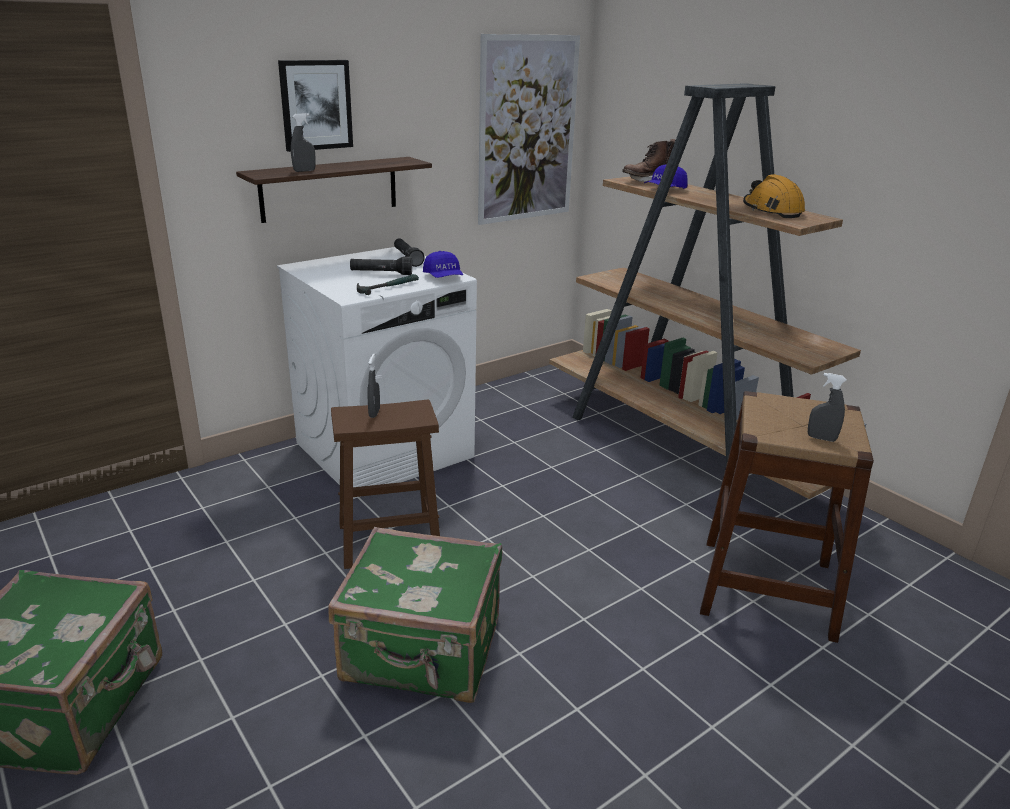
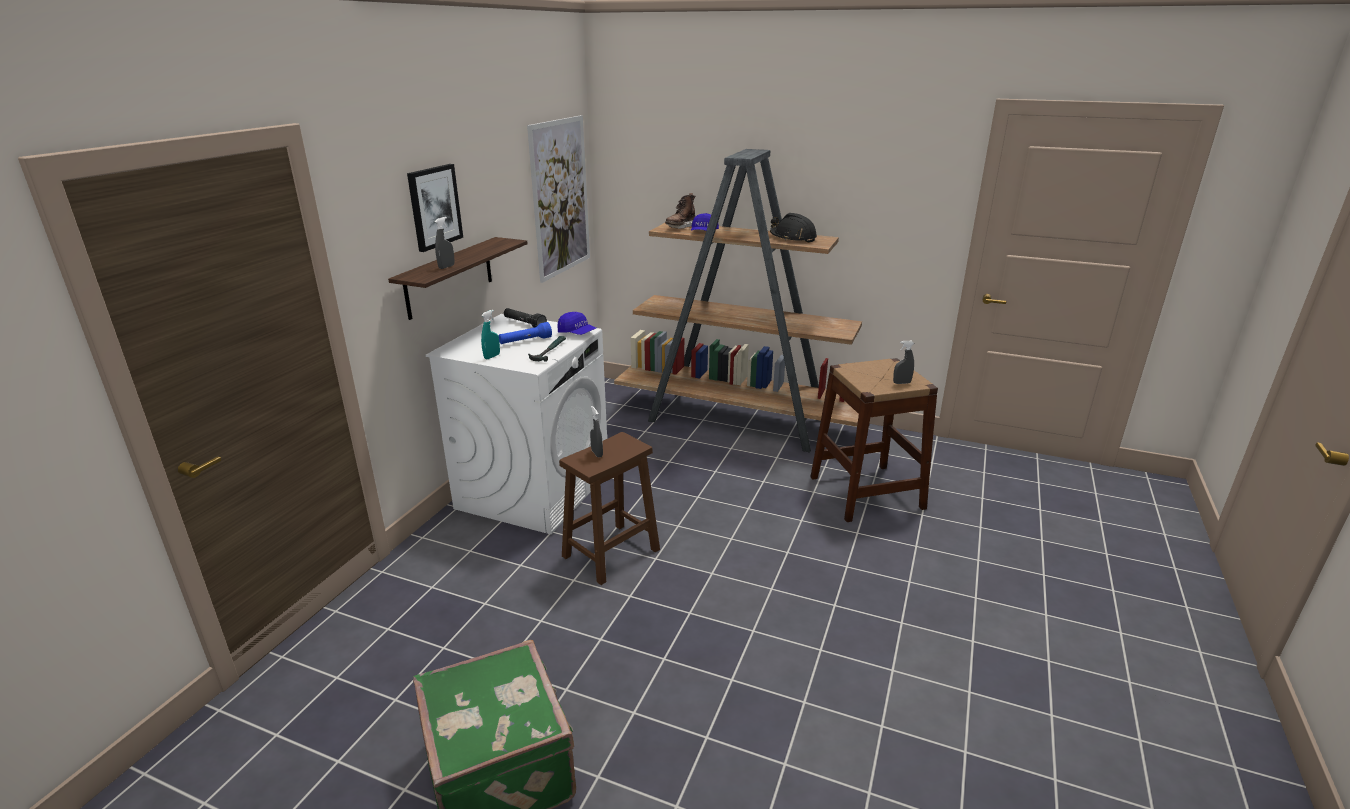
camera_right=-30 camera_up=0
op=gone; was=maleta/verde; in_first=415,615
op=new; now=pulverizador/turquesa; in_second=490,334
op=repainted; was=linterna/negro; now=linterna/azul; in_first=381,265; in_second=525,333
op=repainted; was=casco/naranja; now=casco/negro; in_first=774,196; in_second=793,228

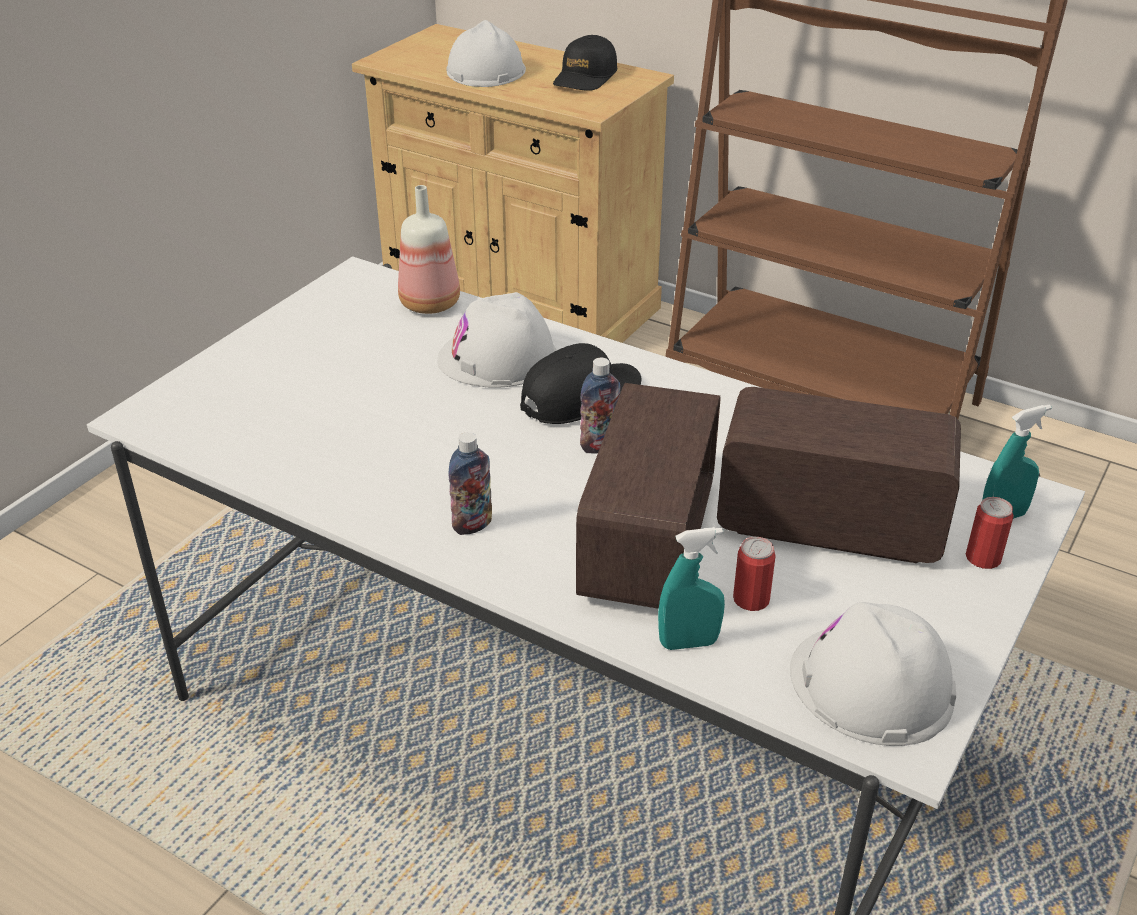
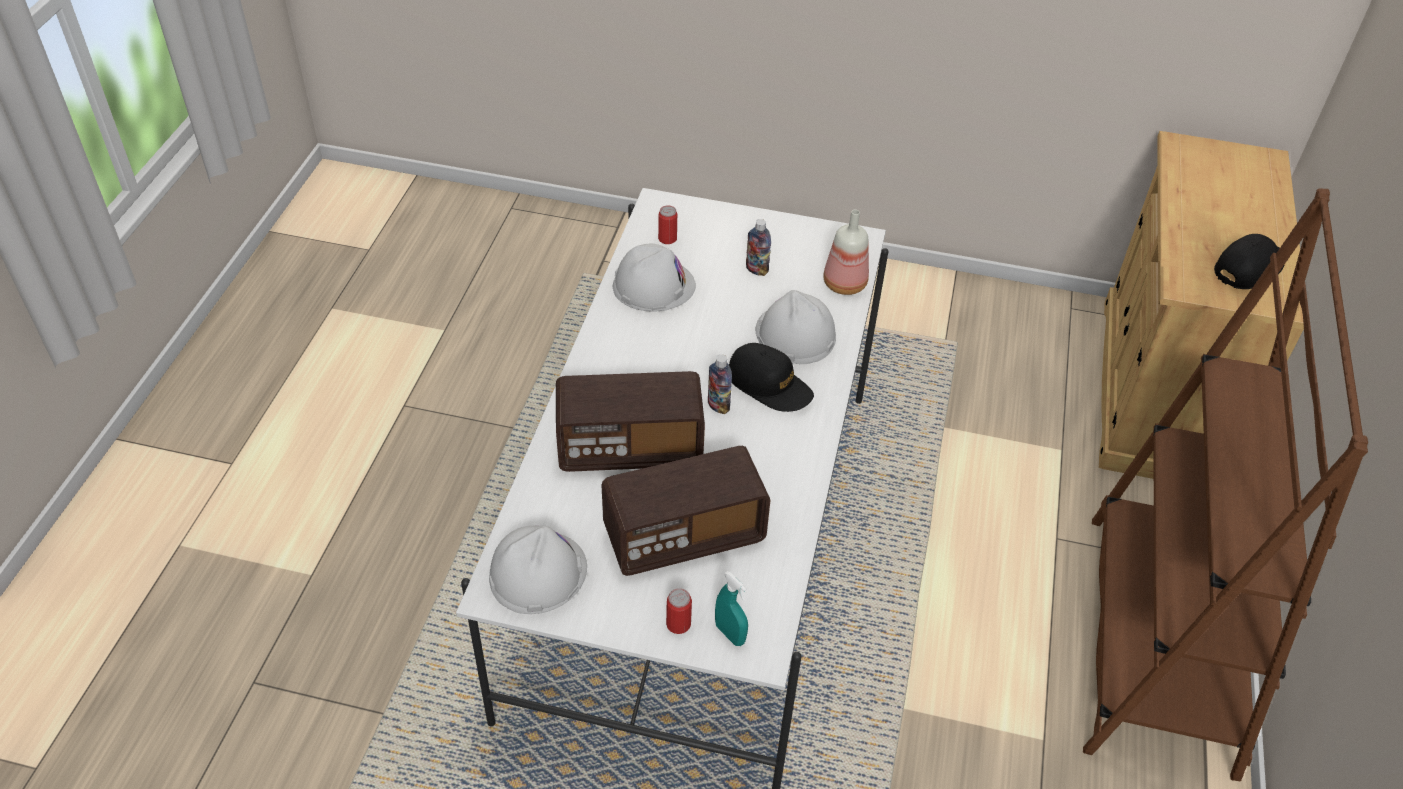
camera_right=70 camera_up=10
op=gone; was=pulverizador/turquesa; in_first=691,588
op=shifted; was=casco/blanco; in_first=486,53; in_second=654,277
op=shifted; was=botella; in_first=470,483; in_second=758,247
op=shifted; was=lata; in_first=754,574; in_second=667,224
op=rotated; was=gorra/negro; in_first=585,63; in_second=1249,261; clockwise=135
op=rotated; was=radio; in_first=839,475; in_second=686,511; clockwise=75

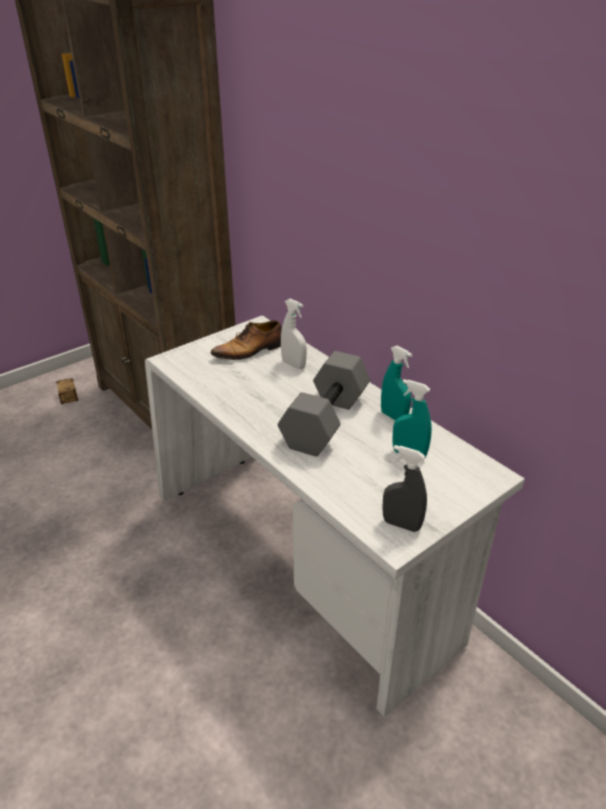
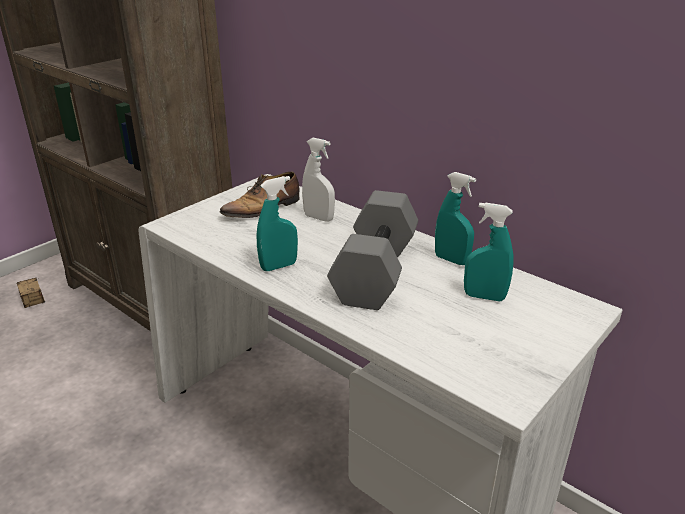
camera_right=-10 camera_up=-5
op=gone; was=pulverizador/gris; in_first=404,488
op=new; now=pulverizador/turquesa; in_second=277,223

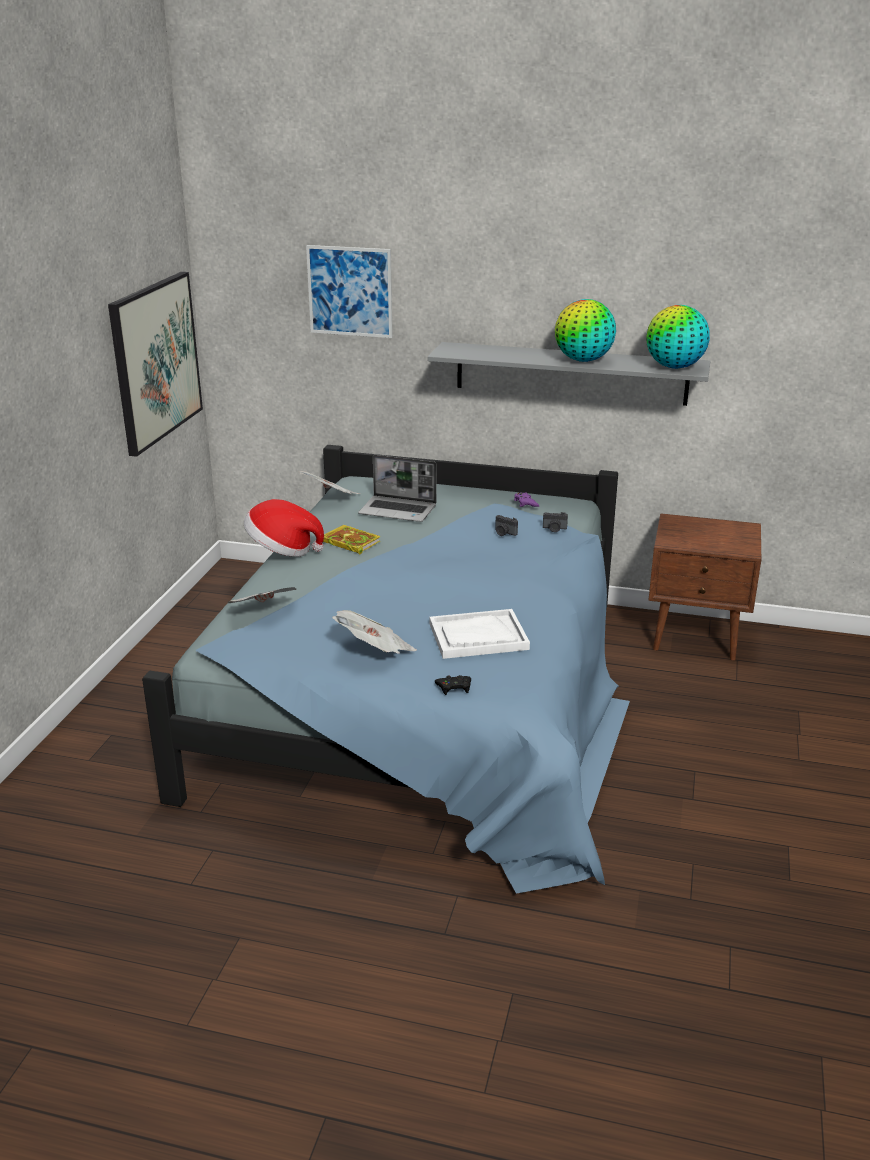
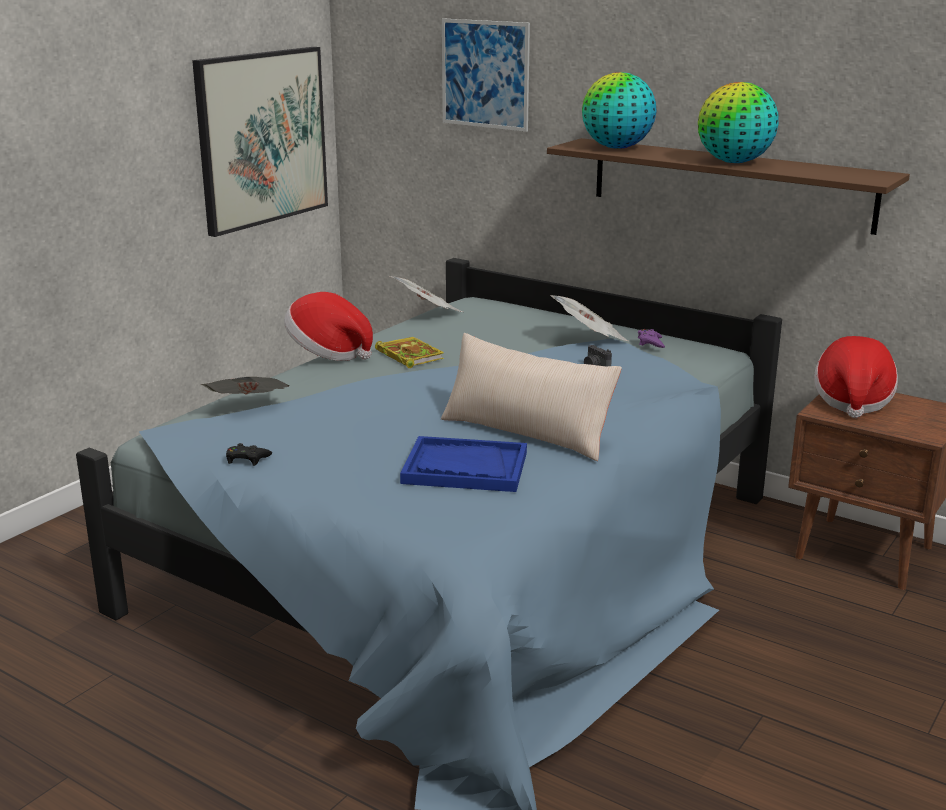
camera_right=20 camera_up=-5
op=gone; was=portátil; in_first=397,488
op=gone; was=cámara; in_first=555,522
op=new; now=cojín/beis; in_second=531,397
op=new; now=sombrero; in_second=856,377
op=shifted; was=periódico; in_first=374,632; in_second=589,318
op=shifted; was=mando de consola/negro; in_first=453,685; in_second=249,454
op=shifted; was=globo terráqueo; in_first=678,337; in_second=619,110
op=repainted; was=estante/gris; now=estante/marrón; in_first=569,374; in_second=728,186
op=repainted; was=bandeja/blanco; now=bandeja/azul; in_first=479,634; in_second=463,464

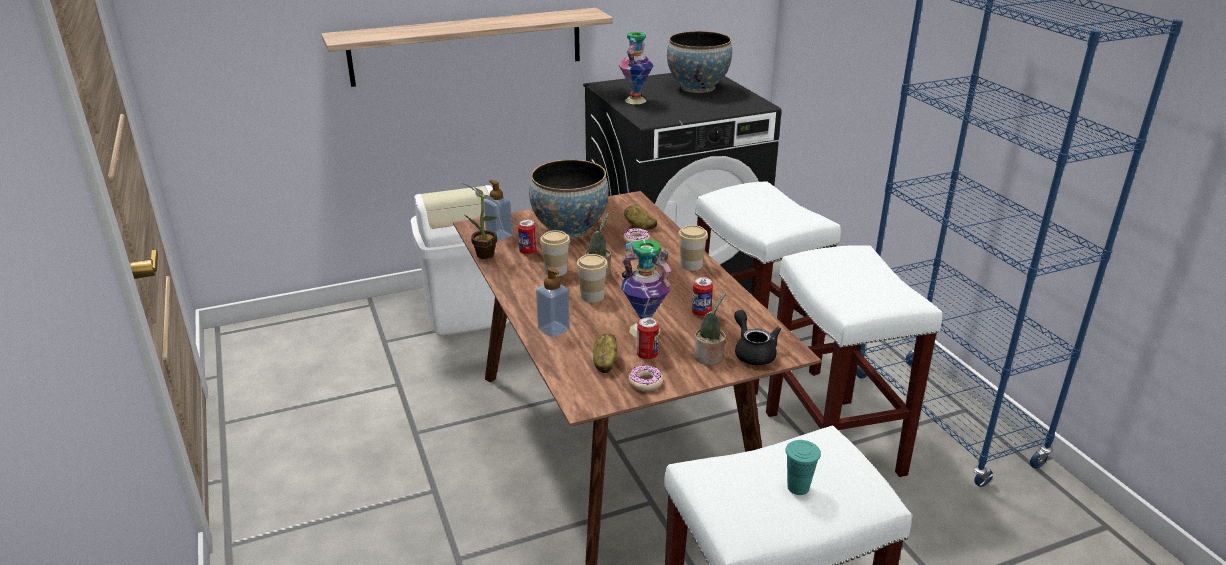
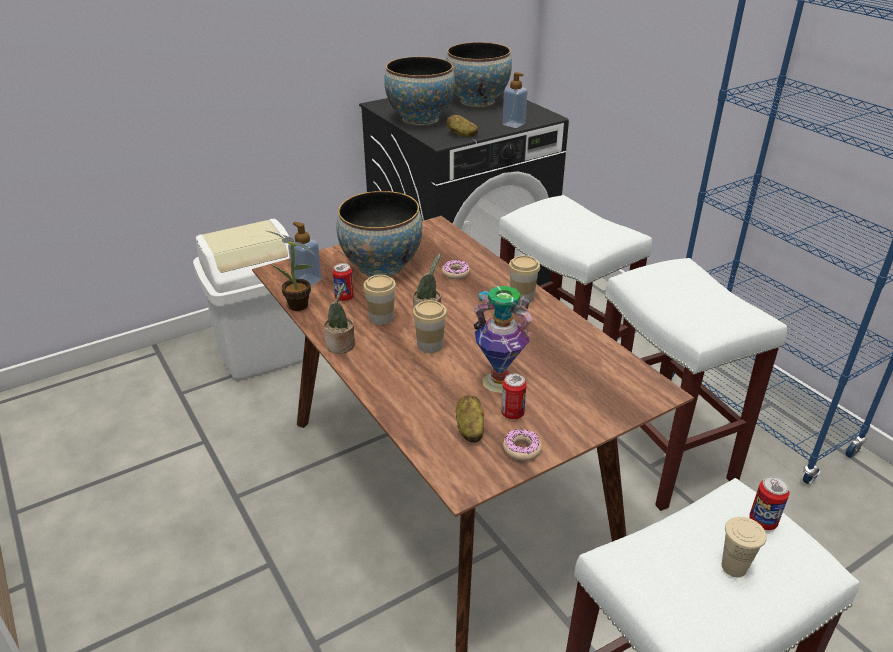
camera_right=-10 camera_up=5
op=gone; was=estante; in_first=467,47
op=gone; was=tetera/negro; in_first=757,337
op=shifted; was=dispensador de jabón; in_first=553,302; in_second=515,100
op=shifted; was=patata; in_first=640,217; in_second=462,126
op=shifted; was=lata; in_first=702,297; in_second=769,503
op=shifted; was=planta en maceta; in_first=710,329; in_second=339,318
op=swapped; was=florero; now=cuenco; in_first=636,68; in_second=419,91
op=repainted; was=taza/turquesa; now=taza/beis; in_first=803,467; in_second=744,547

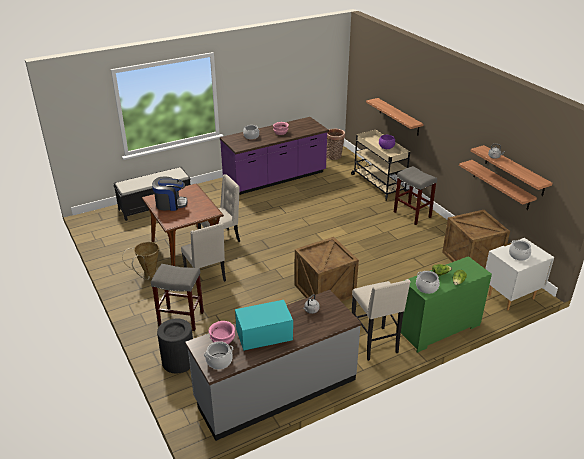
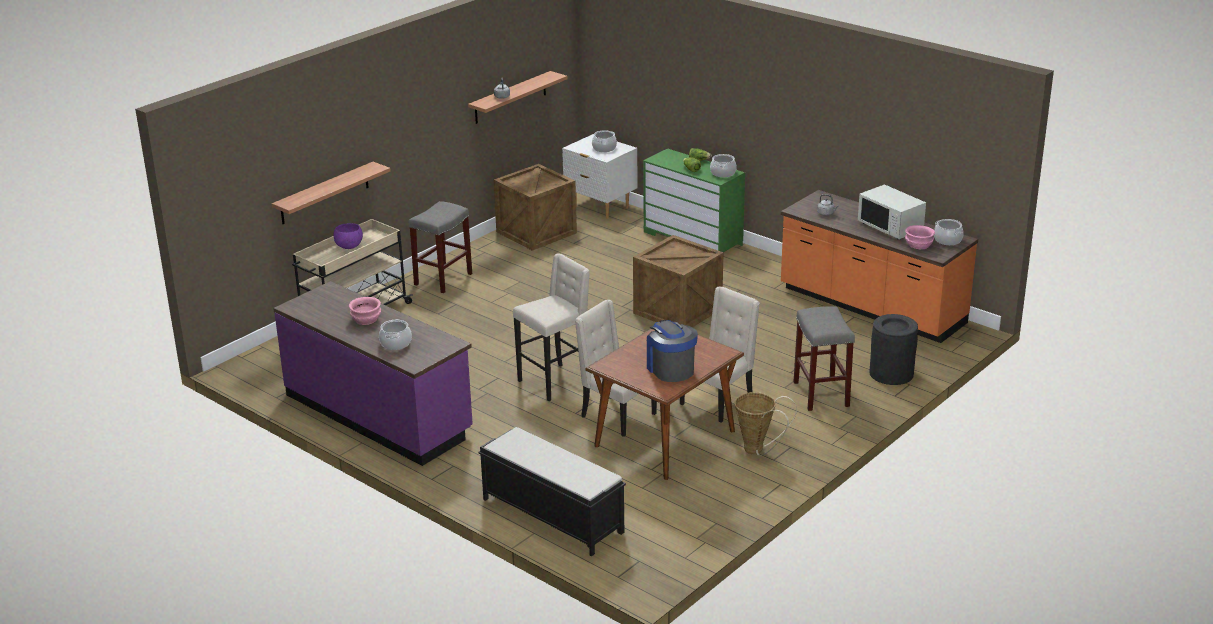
camera_right=-110 camera_up=-5
op=gone; was=cesta; in_first=335,144
op=gone; was=estante; in_first=498,185
op=shifted; was=taburete/beis; in_first=381,320; in_second=551,327
op=repainted; was=mueble bajo de cocina/gris; now=mueble bajo de cocina/naranja; in_first=273,365; in_second=879,266
op=repainted; was=microondas/turquesa; now=microondas/blanco; in_first=264,325; in_second=892,212

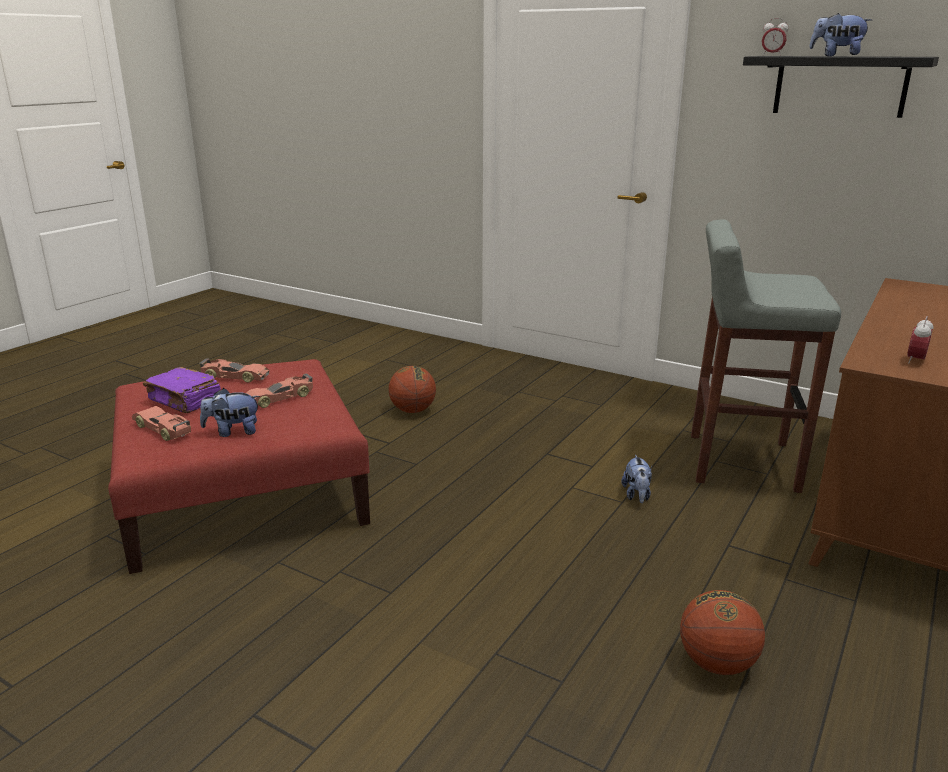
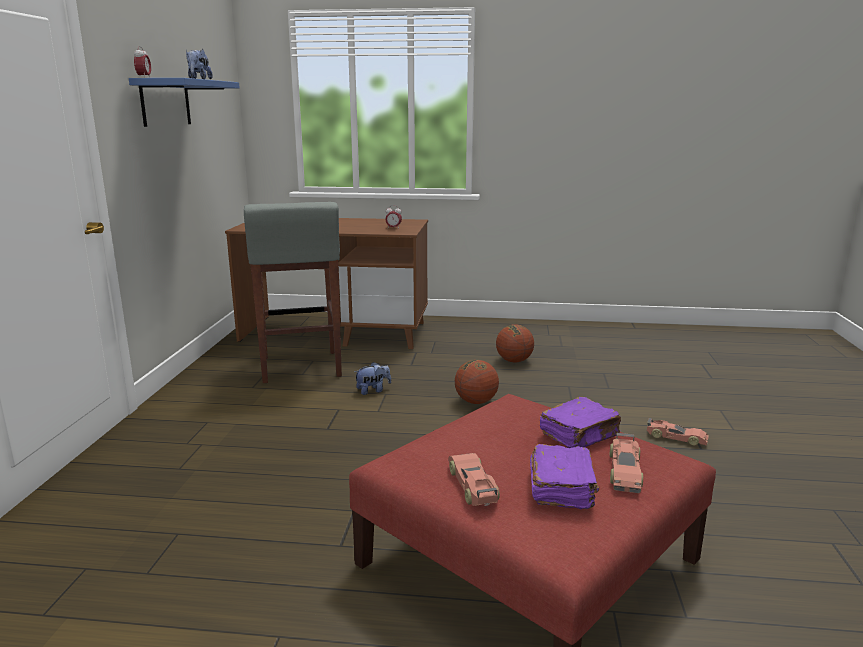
camera_right=-115 camera_up=-5
op=shifted; was=coche de juguete; in_first=279,390; in_second=678,432
op=shifted; was=balón de baloncesto; in_first=412,389; in_second=477,382
op=swapped; was=peluche; now=libro/morado; in_first=230,412; in_second=580,422
op=repainted; was=estante/negro; now=estante/azul; in_first=841,87; in_second=184,102

